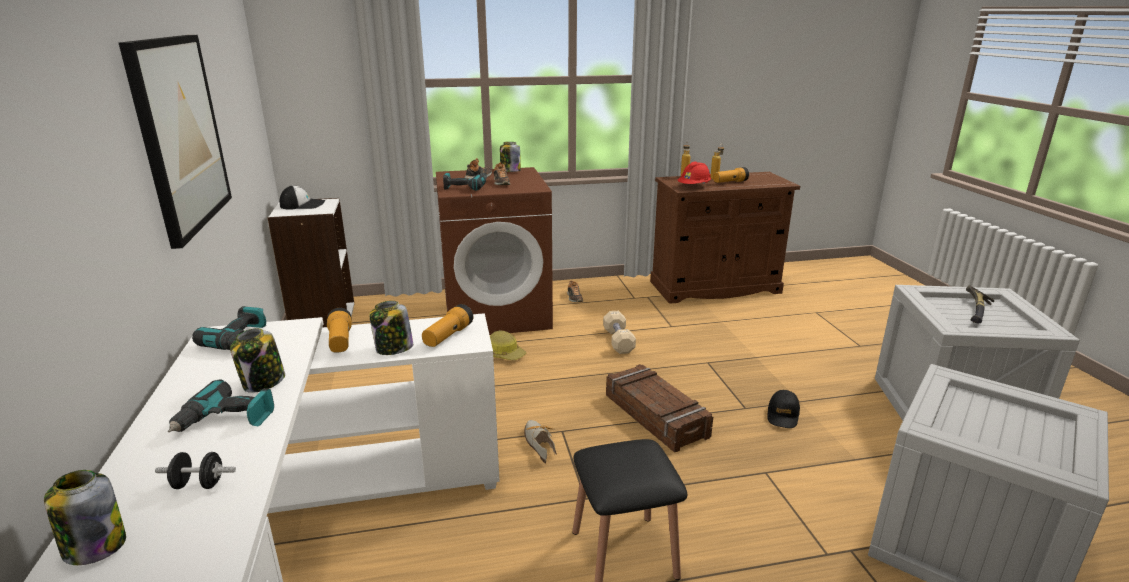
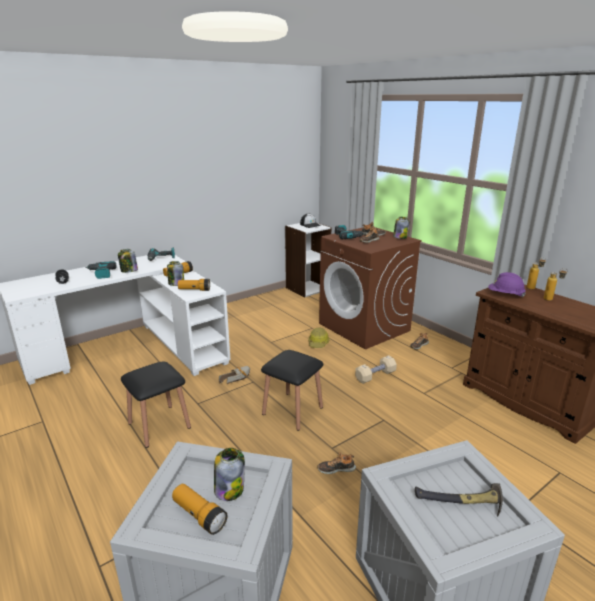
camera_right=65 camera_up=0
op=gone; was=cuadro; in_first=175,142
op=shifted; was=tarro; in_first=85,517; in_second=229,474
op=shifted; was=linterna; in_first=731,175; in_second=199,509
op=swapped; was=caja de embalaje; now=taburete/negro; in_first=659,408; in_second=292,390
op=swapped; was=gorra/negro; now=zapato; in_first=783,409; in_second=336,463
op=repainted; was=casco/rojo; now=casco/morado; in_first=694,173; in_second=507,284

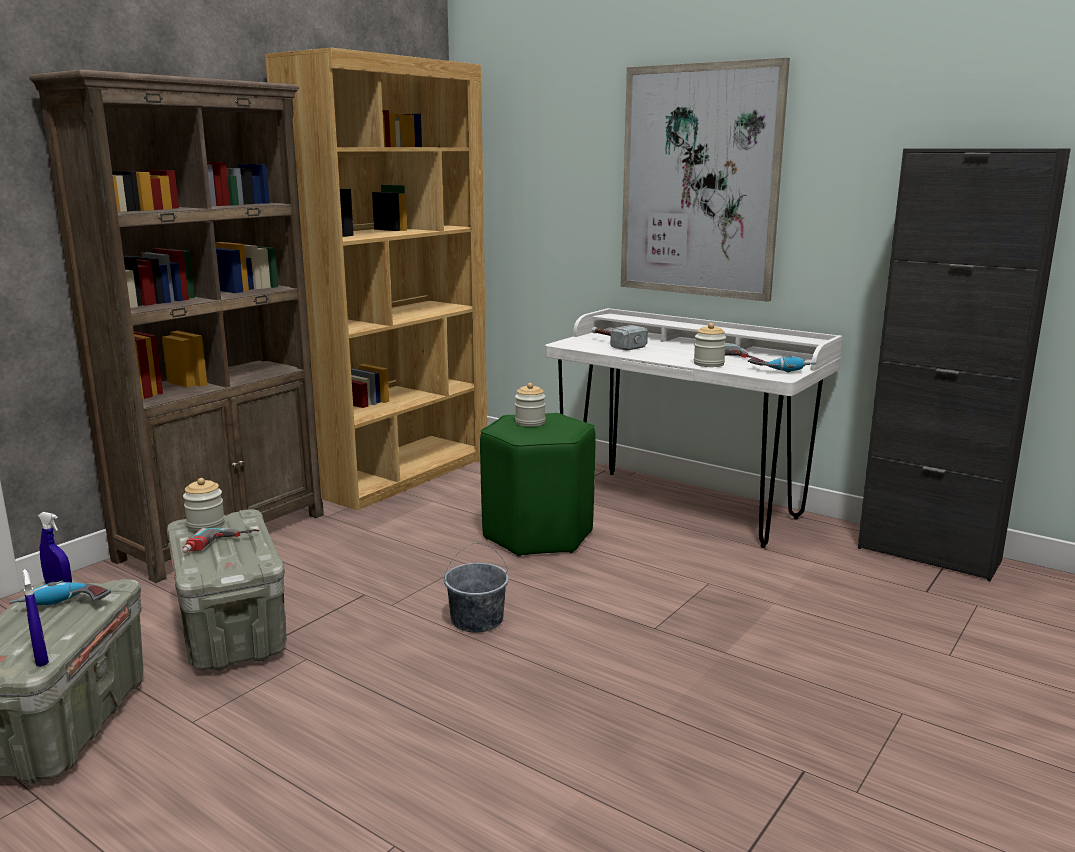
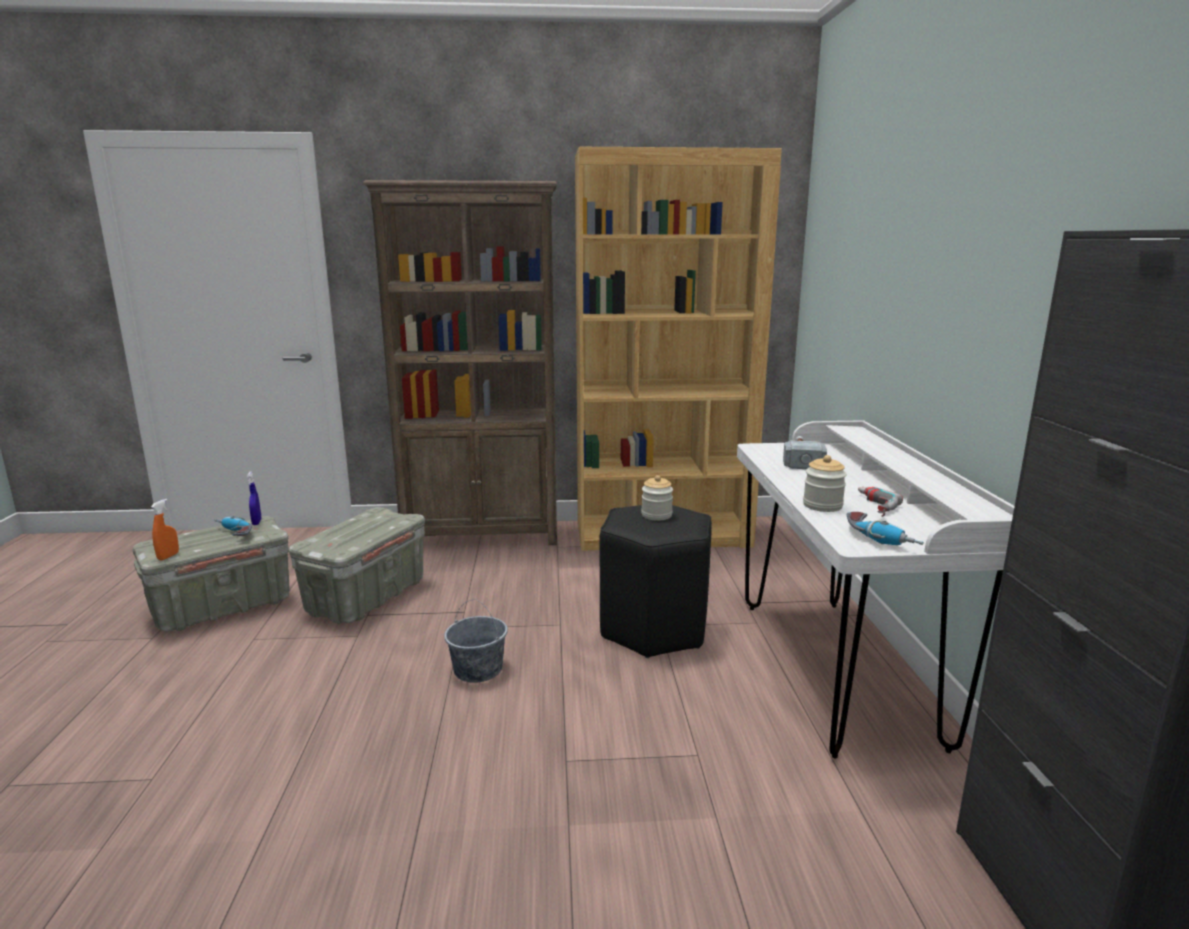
camera_right=50 camera_up=0
op=gone; was=taladro; in_first=220,540
op=gone; was=tarro; in_first=204,504
op=gone; was=cuadro; in_first=705,180
op=repainted; was=pulverizador/azul; now=pulverizador/naranja; in_first=35,618; in_second=165,529
op=repainted; was=taburete/verde; now=taburete/negro; in_first=538,484; in_second=655,581

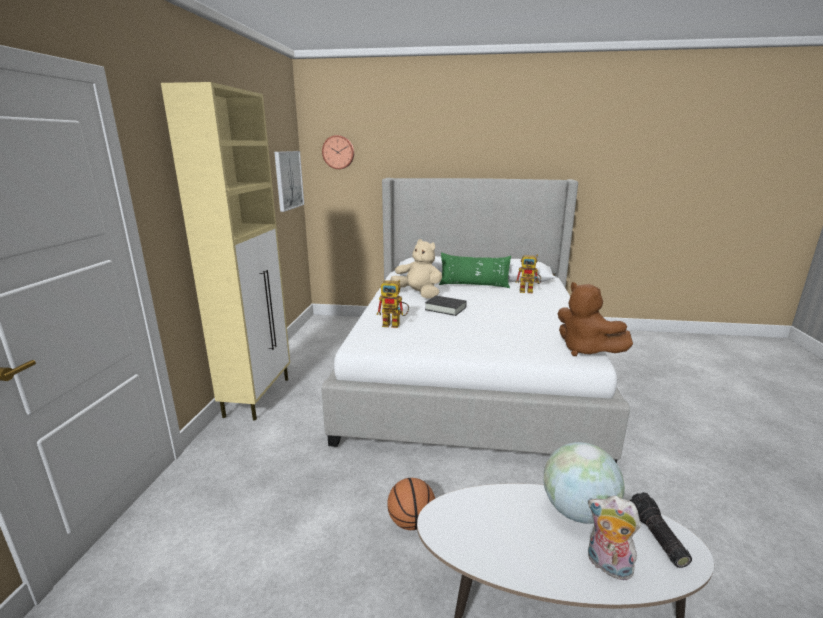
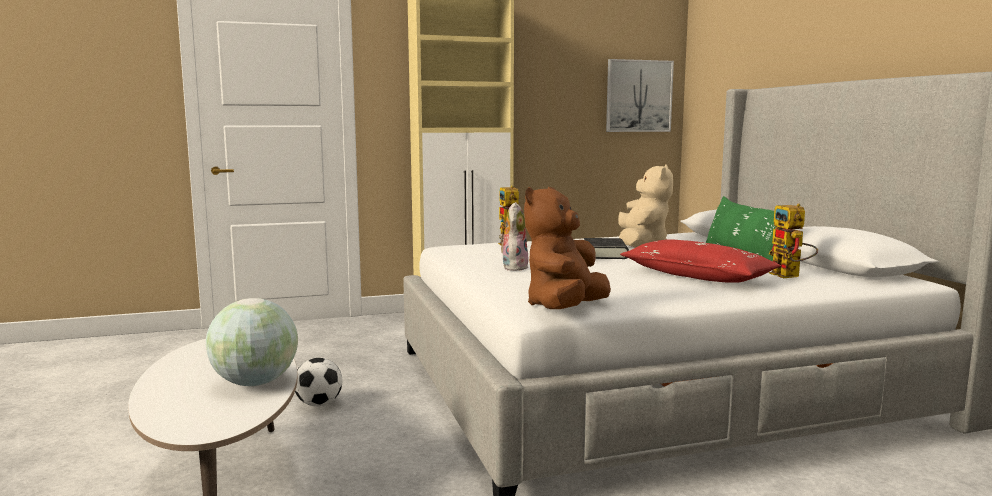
camera_right=65 camera_up=-10
op=gone; was=reloj de pared; in_first=338,152
op=gone; was=linterna; in_first=660,530
op=new; now=cojín/rojo; in_second=700,261
op=shifted; was=peluche; in_first=614,538; in_second=514,236
op=swapped; was=balón de baloncesto; now=balón de fútbol; in_first=411,504; in_second=318,382

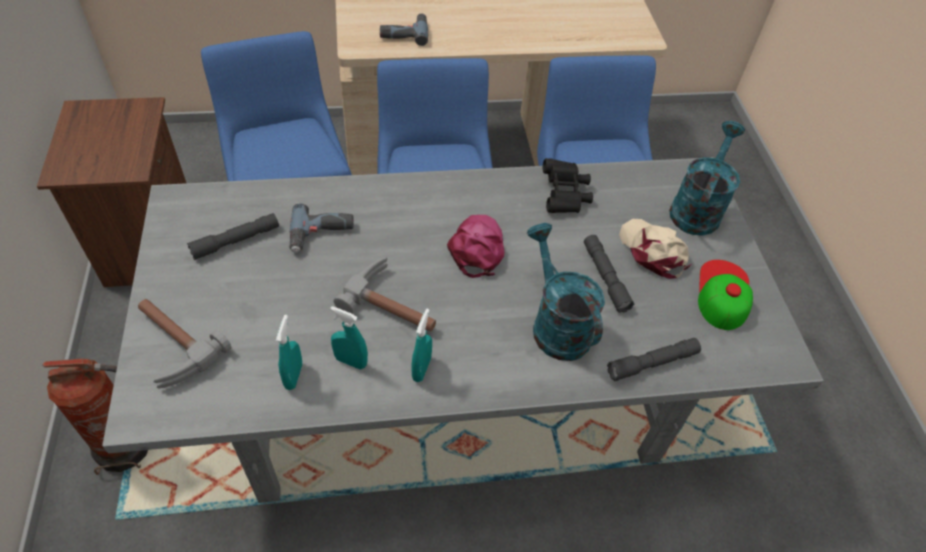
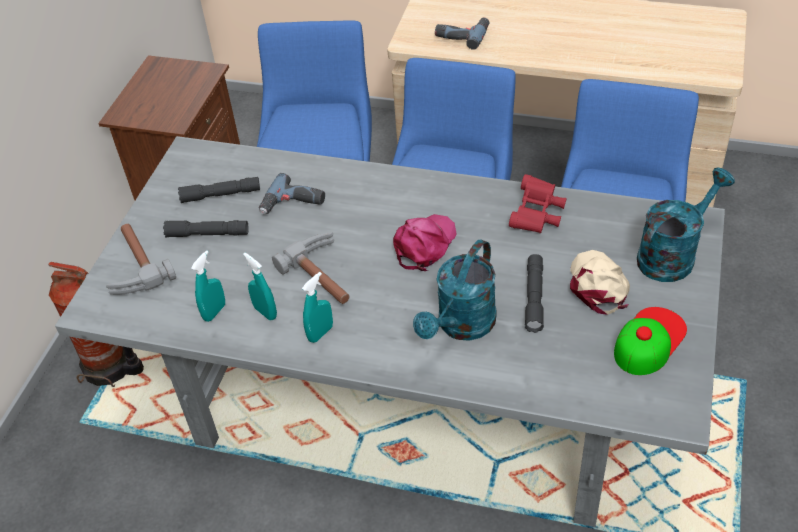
camera_right=30 camera_up=-5
op=shifted; was=linterna/gris; in_first=654,359; in_second=206,228
op=repainted; was=prismáticos/negro; now=prismáticos/rojo; in_first=568,185; in_second=538,204
op=rotated; was=regadera/turquesa; in_first=566,292; in_second=455,290; clockwise=-150

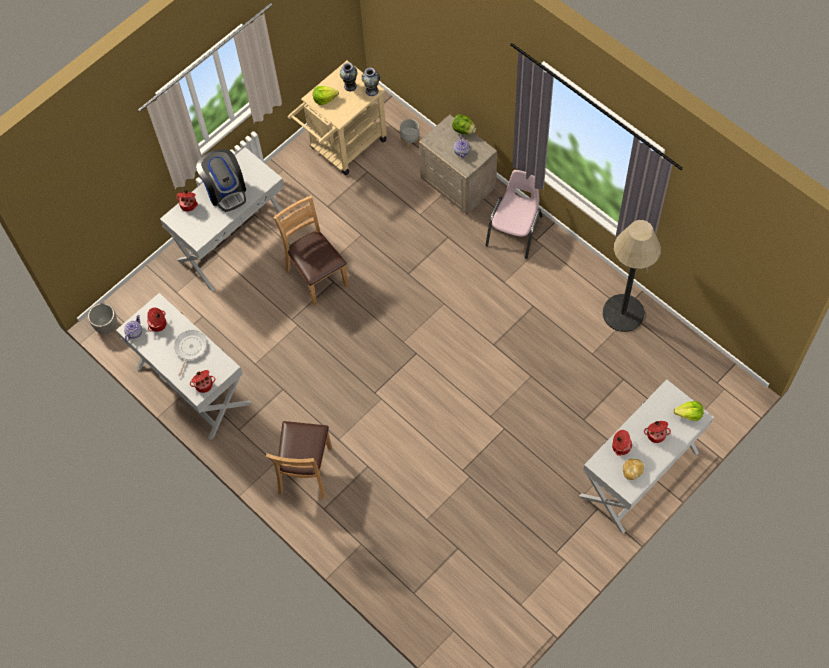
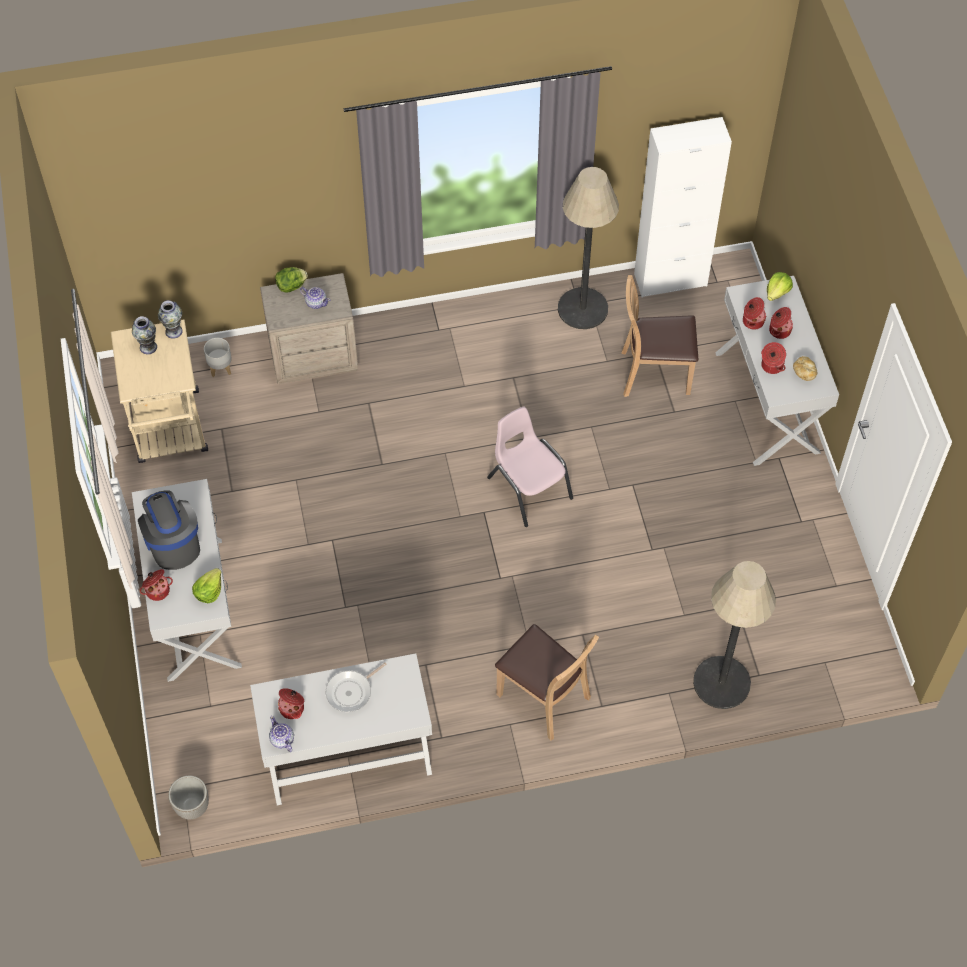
camera_right=-60 camera_up=-5
op=new; now=armario/blanco; in_second=683,207
op=new; now=lámpara de pie; in_second=734,635
op=shifted; was=olla; in_first=202,381; in_second=755,313
op=shifted; was=silla/marrón; in_first=311,251; in_second=659,336
op=shifted; was=lechuga; in_first=326,95; in_second=206,585
op=shifted; was=silla/rosa; in_first=514,214; in_second=530,466
op=rotated; was=sartén; in_first=190,353; in_second=356,687; clockwise=-90
op=rotated; was=cafetera; in_first=221,180; in_second=169,530; clockwise=-120

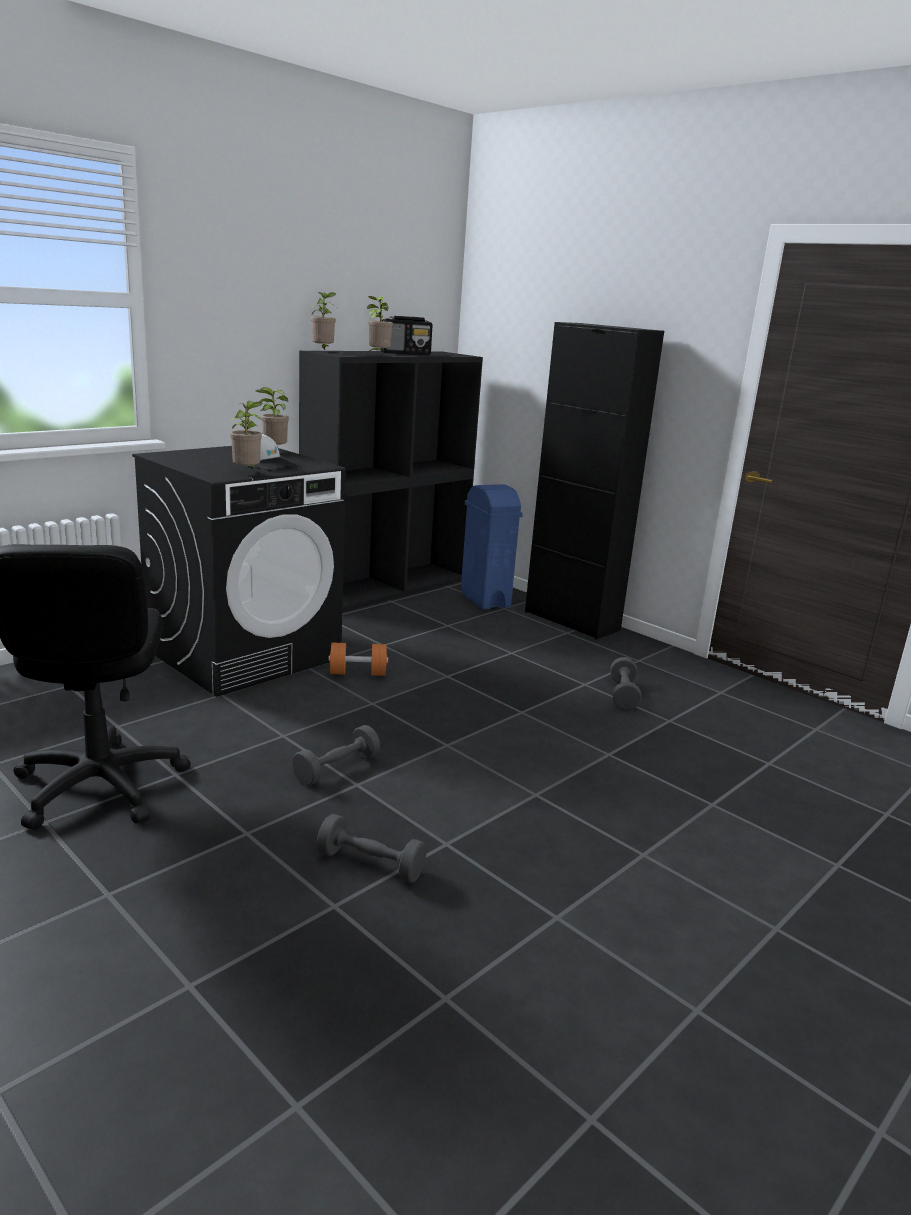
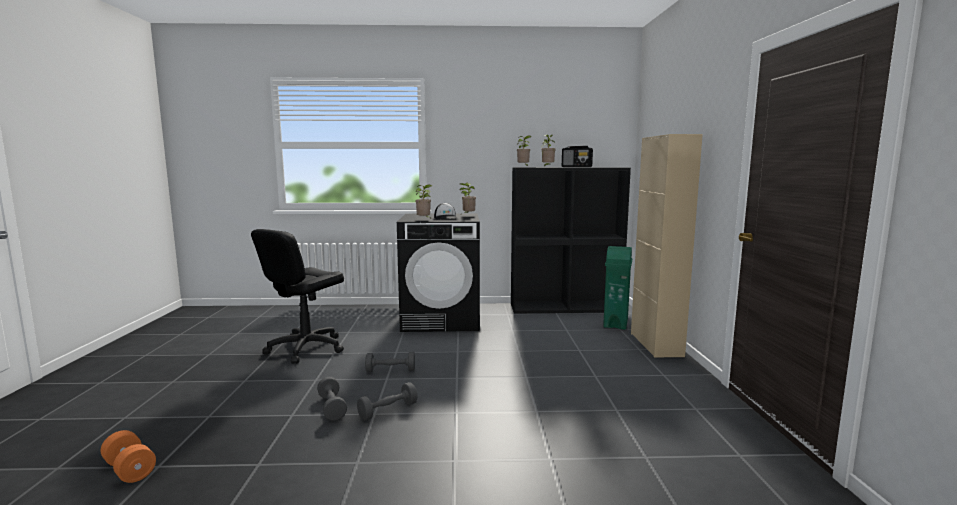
camera_right=45 camera_up=-10
op=shifted; was=mancuerna/naranja; in_first=358,659; in_second=128,456
op=shifted; was=mancuerna/gris; in_first=626,683; in_second=387,401
op=repainted; was=papelera/azul; now=papelera/verde; in_first=492,547; in_second=617,287
op=repainted; was=armario/negro; now=armario/beis; in_first=594,481; in_second=667,246

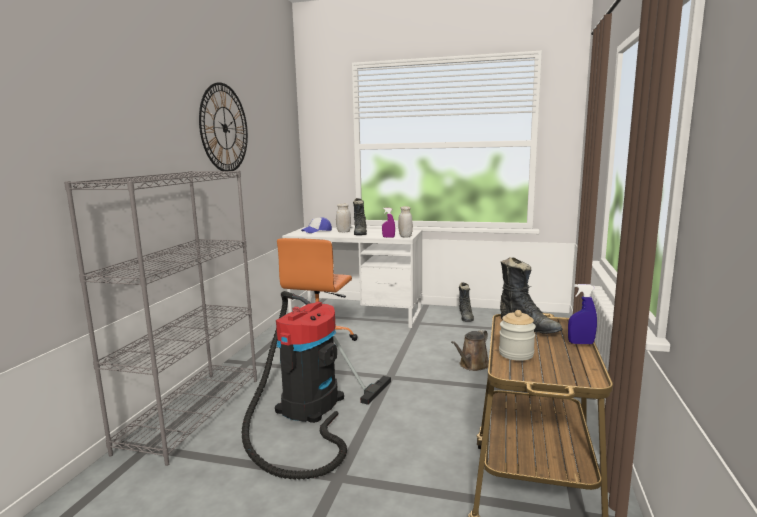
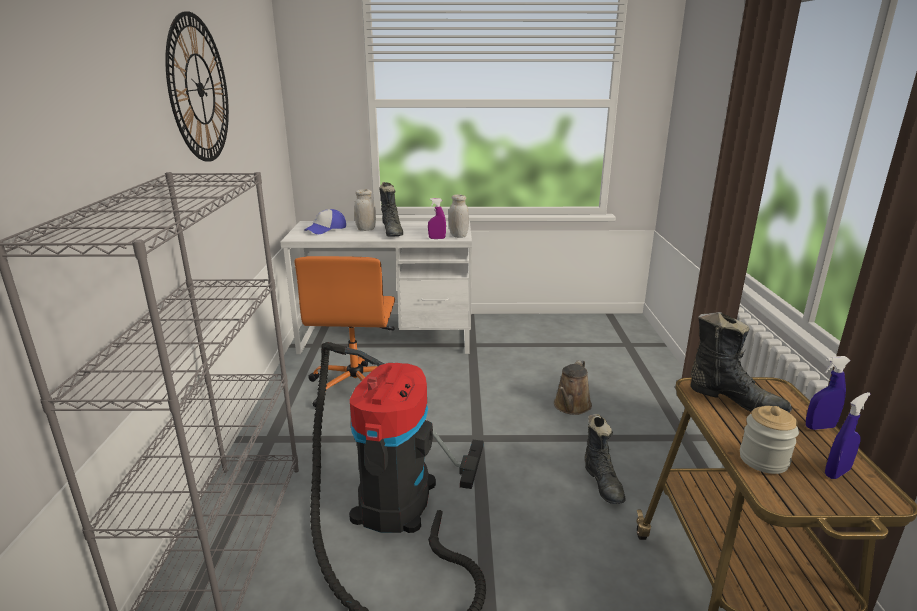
camera_right=-15 camera_up=10
op=new; now=pulverizador/azul; in_second=847,435
op=shifted; was=bota/negro; in_first=466,302; in_second=605,459

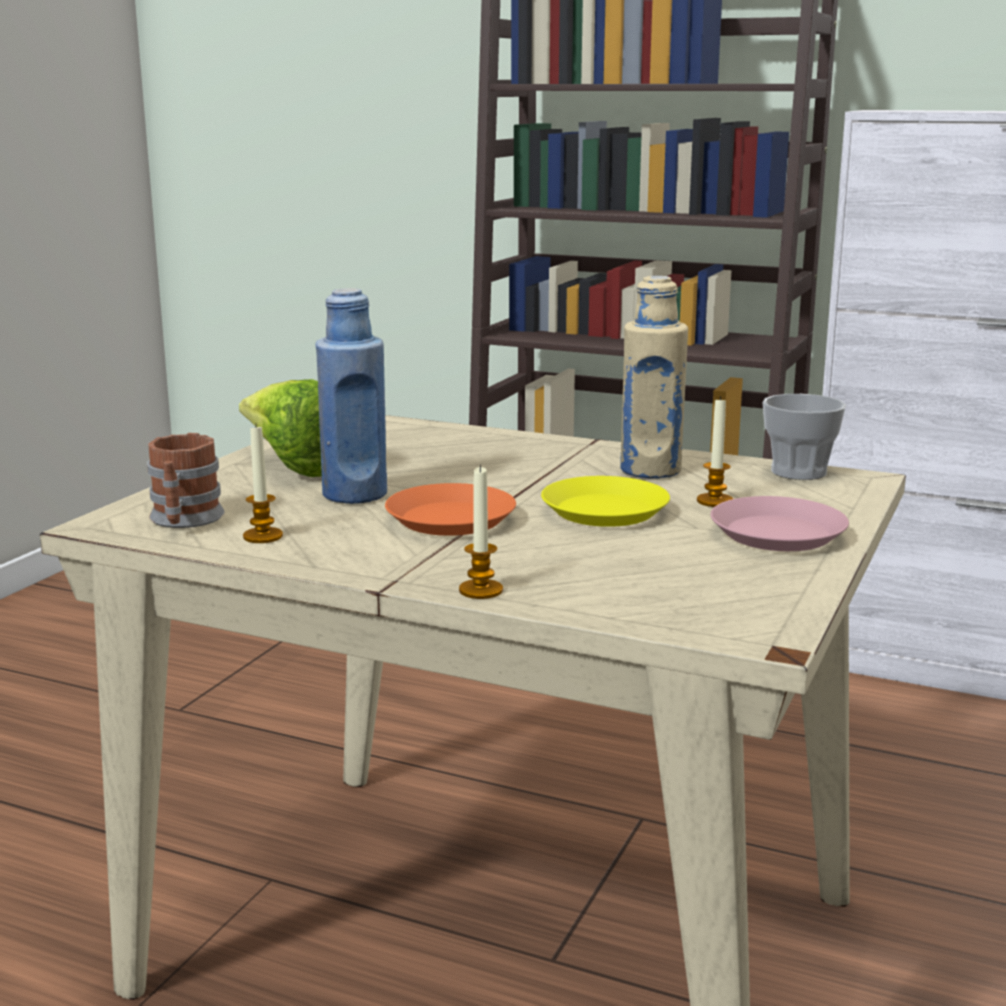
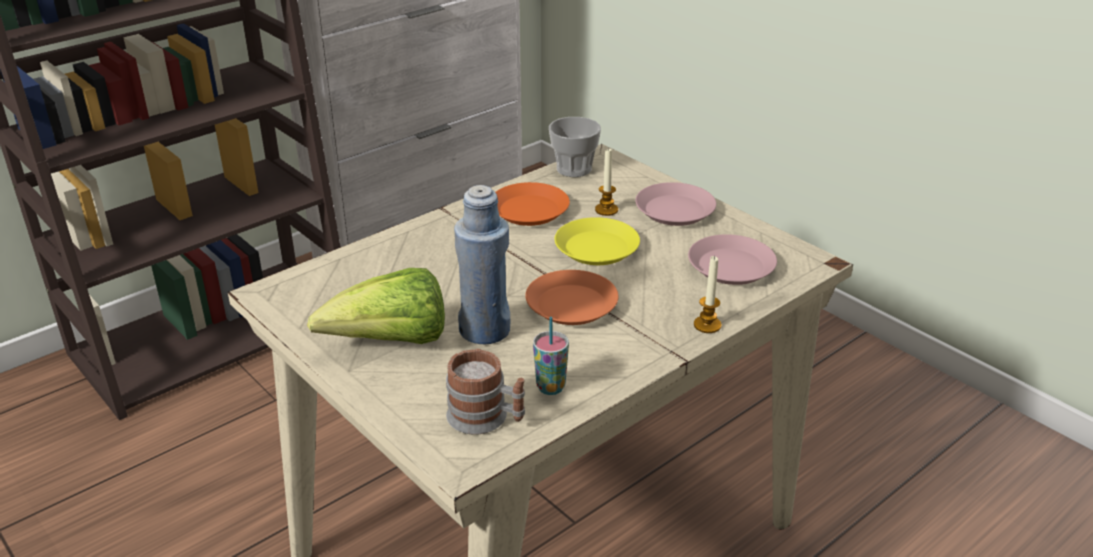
camera_right=-65 camera_up=15
op=new; now=plato/rosa; in_second=732,259
op=swapped; was=vela; now=taza; in_first=263,483; in_second=551,356
op=swapped; was=botella/beis; now=plato/naranja; in_first=654,377; in_second=533,204

